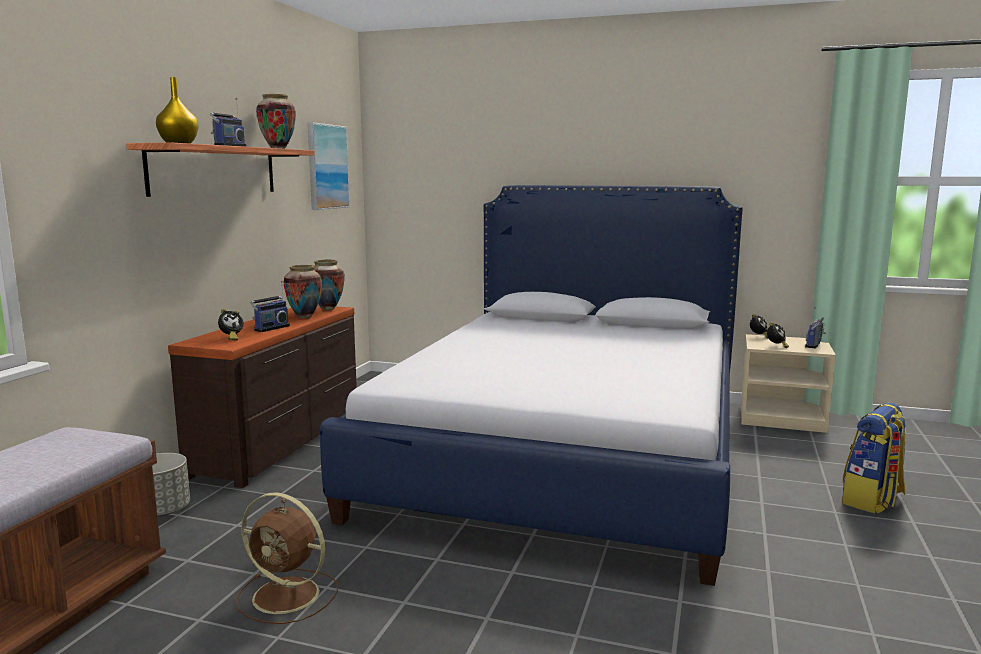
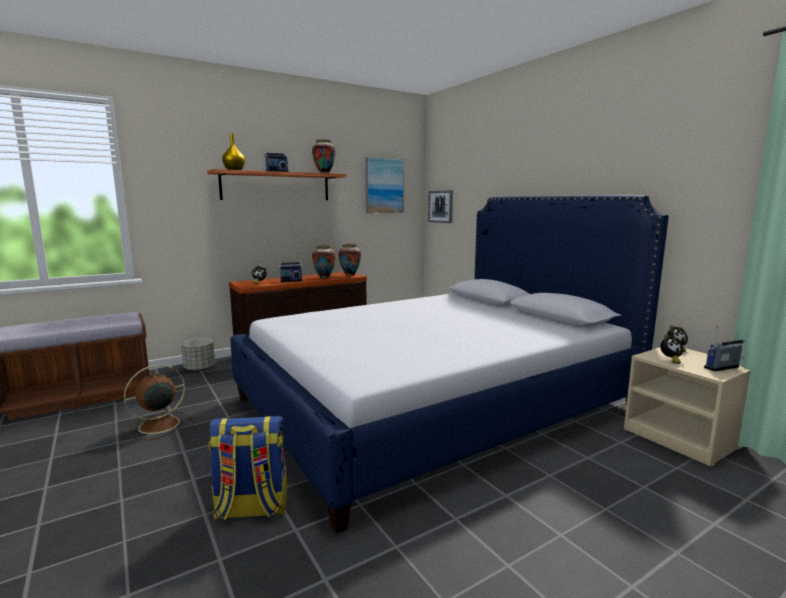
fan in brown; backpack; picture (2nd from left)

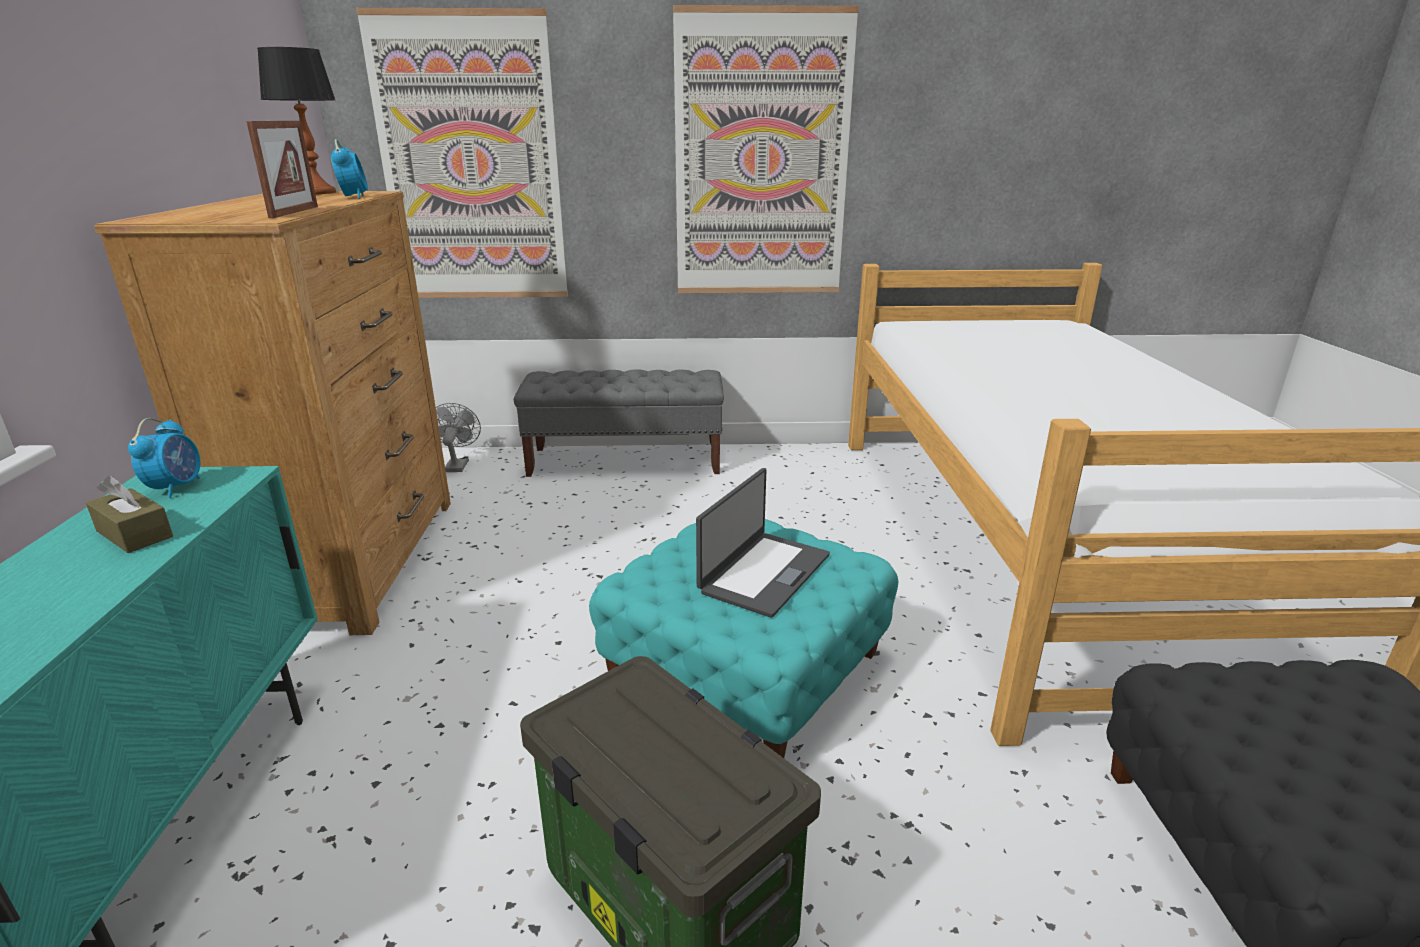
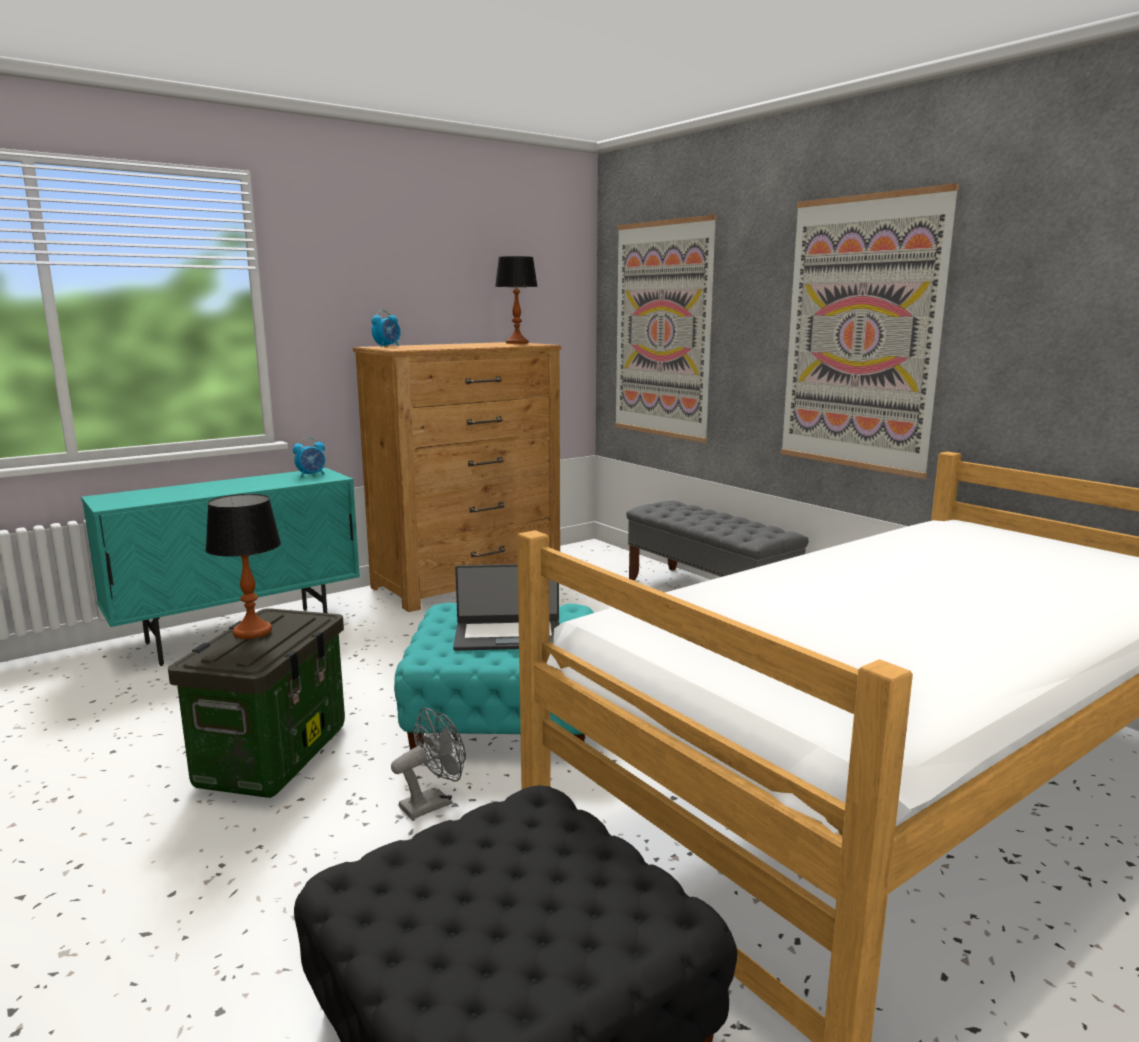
table lamp (1st from left); alarm clock (2nd from left); fan in grey; tissue box in brown; picture frame

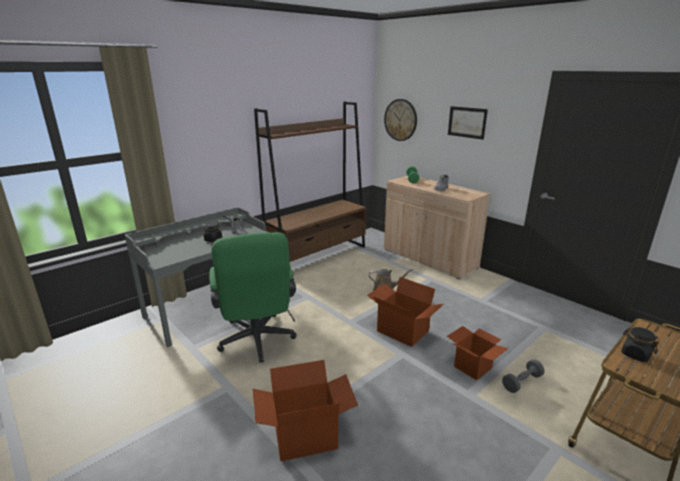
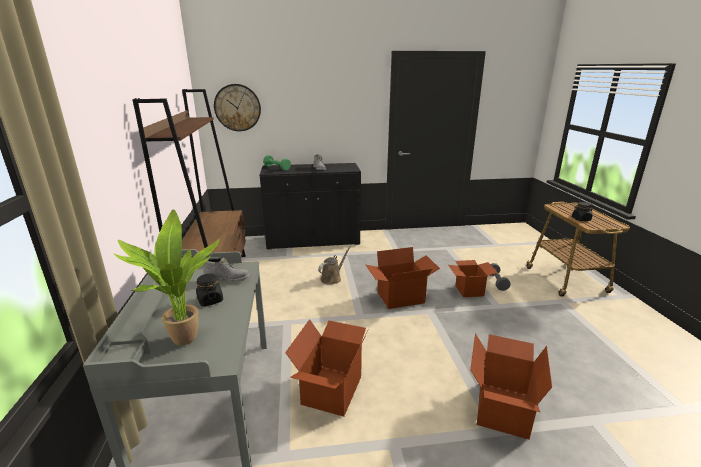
potted plant; cabinet in black; cardboard box (1st from left); picture

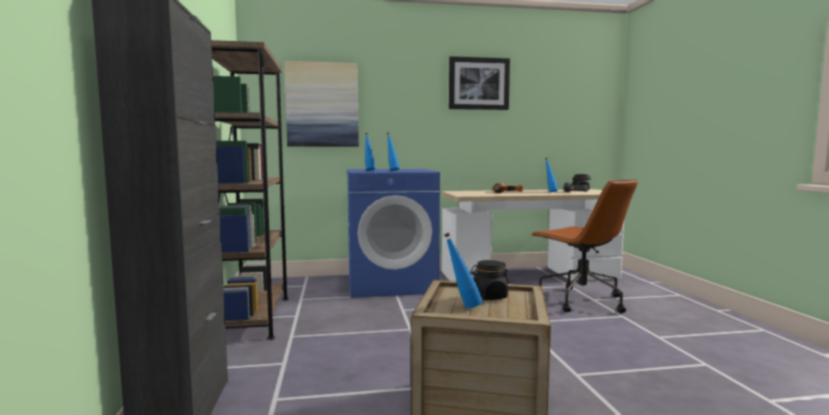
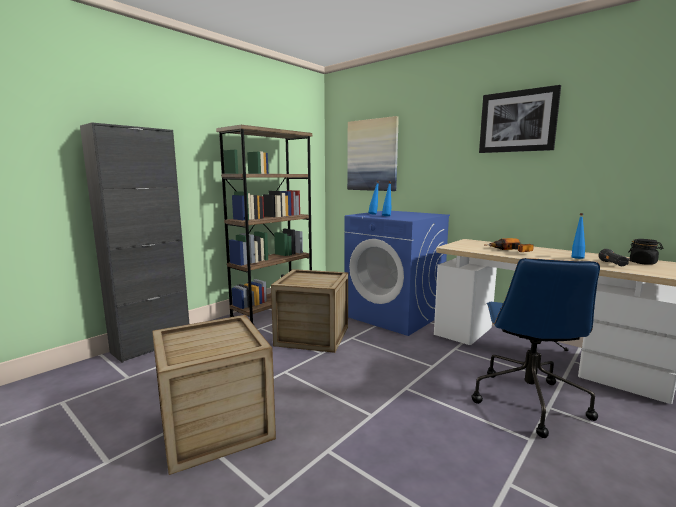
crate (2nd from left); office chair in blue; bottle in blue (3rd from left in the first image); jar in black (1st from left in the first image)

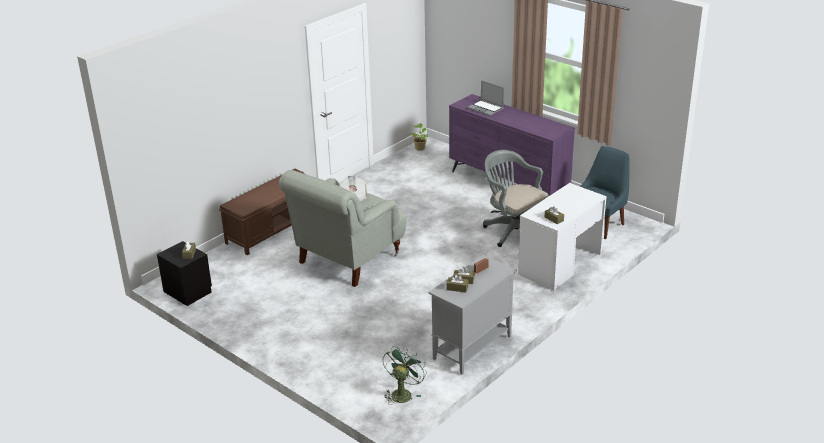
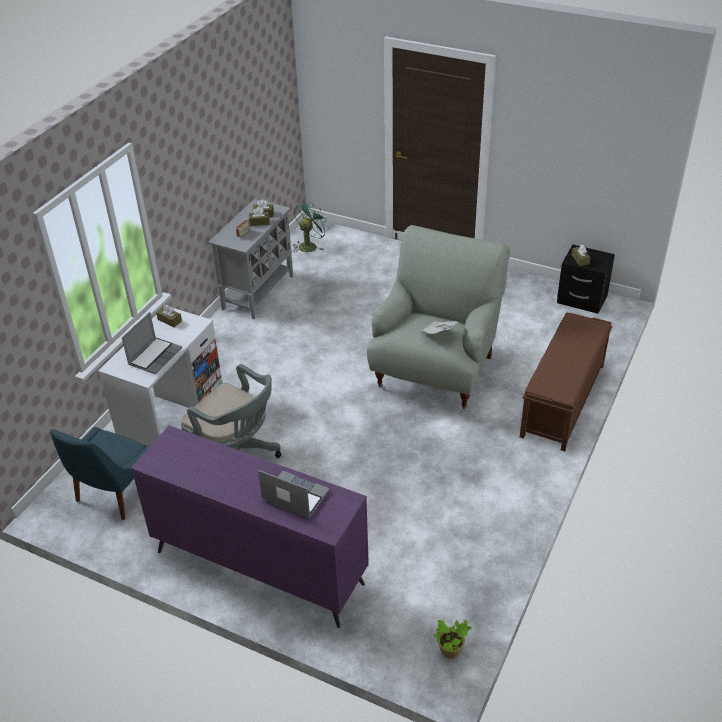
laptop (1st from left); fan in green

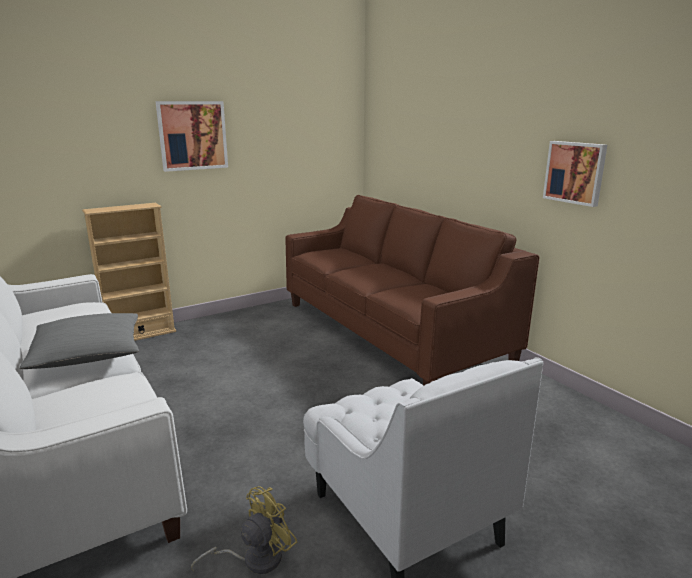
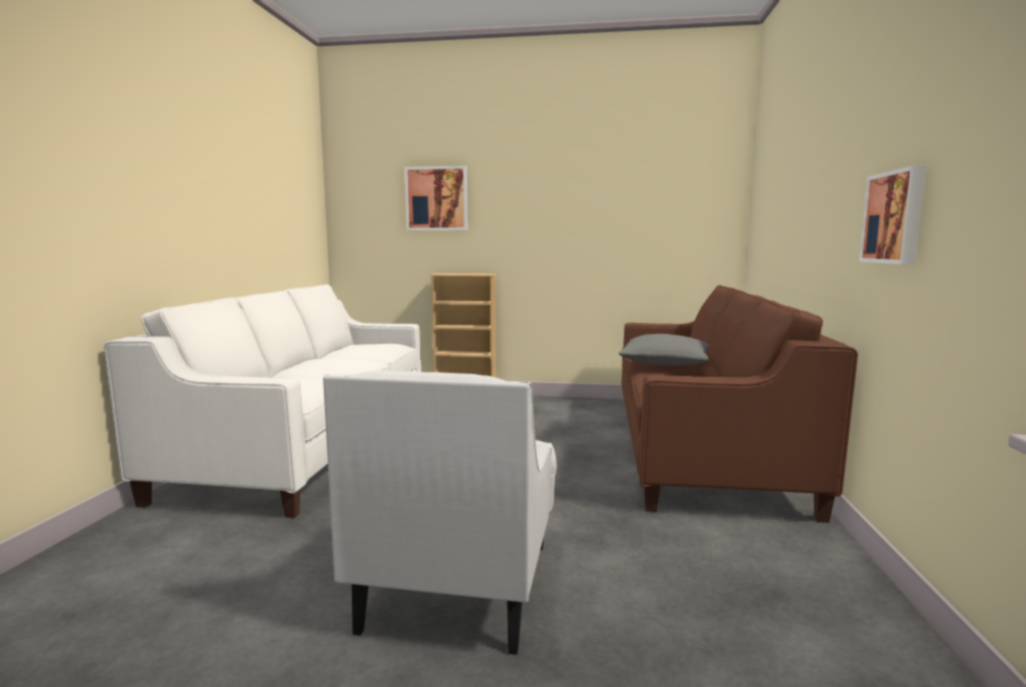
picture (1st from left); pillow in grey; fan in yellow

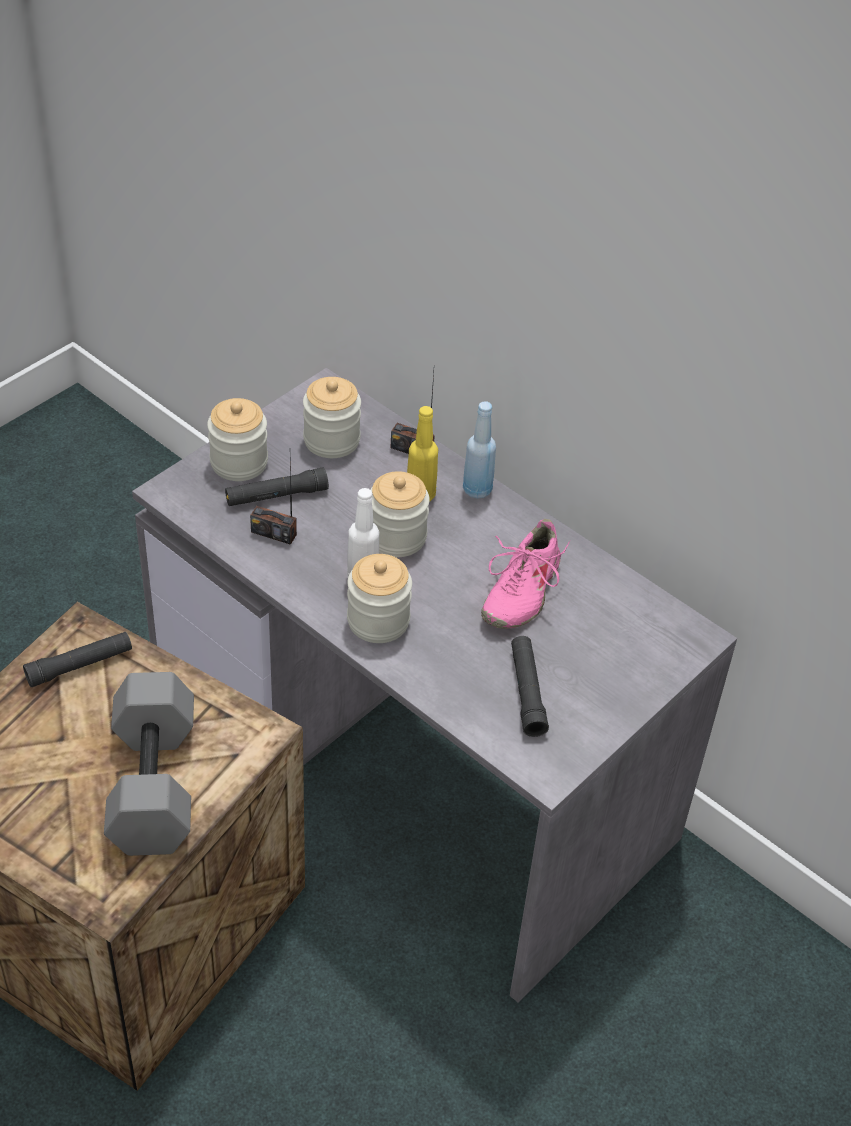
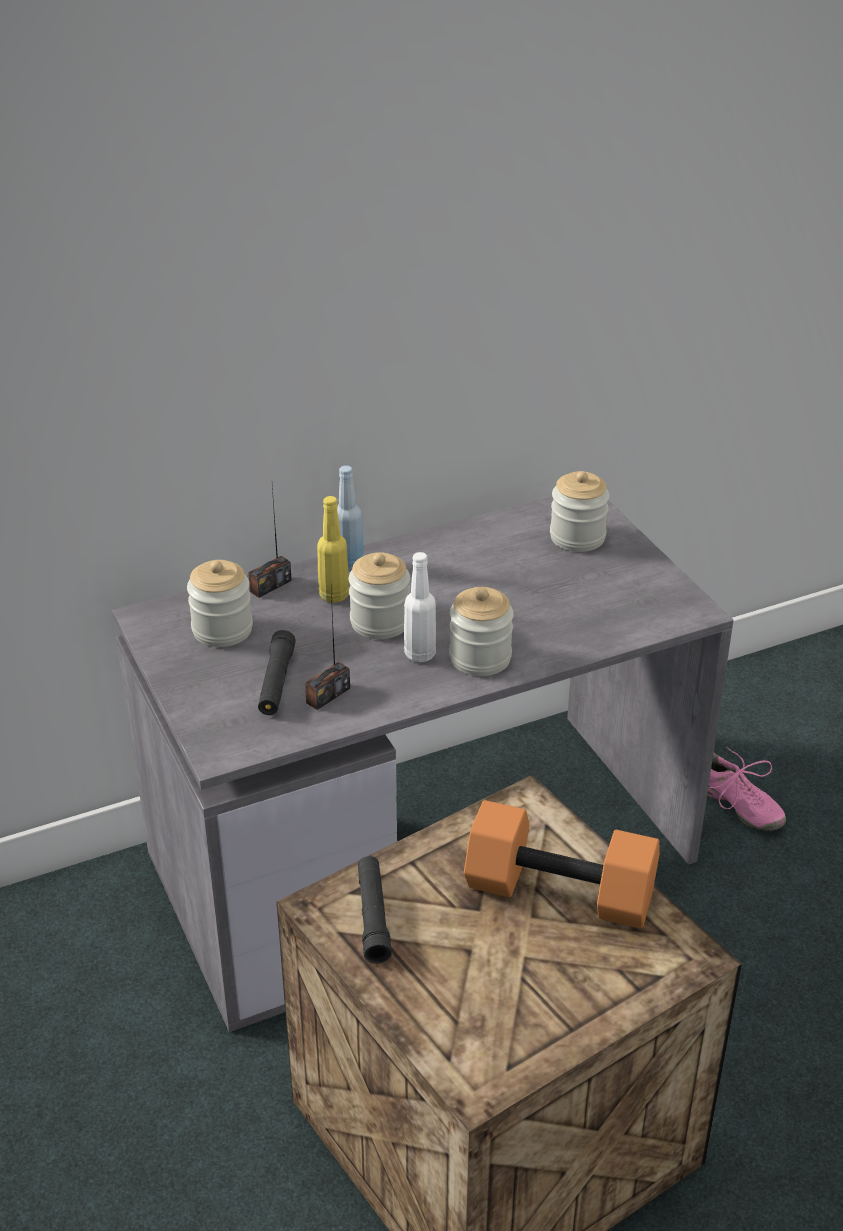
dumbbell in orange; jar (4th from left); shoe in pink; flashlight in black (3rd from left in the first image)

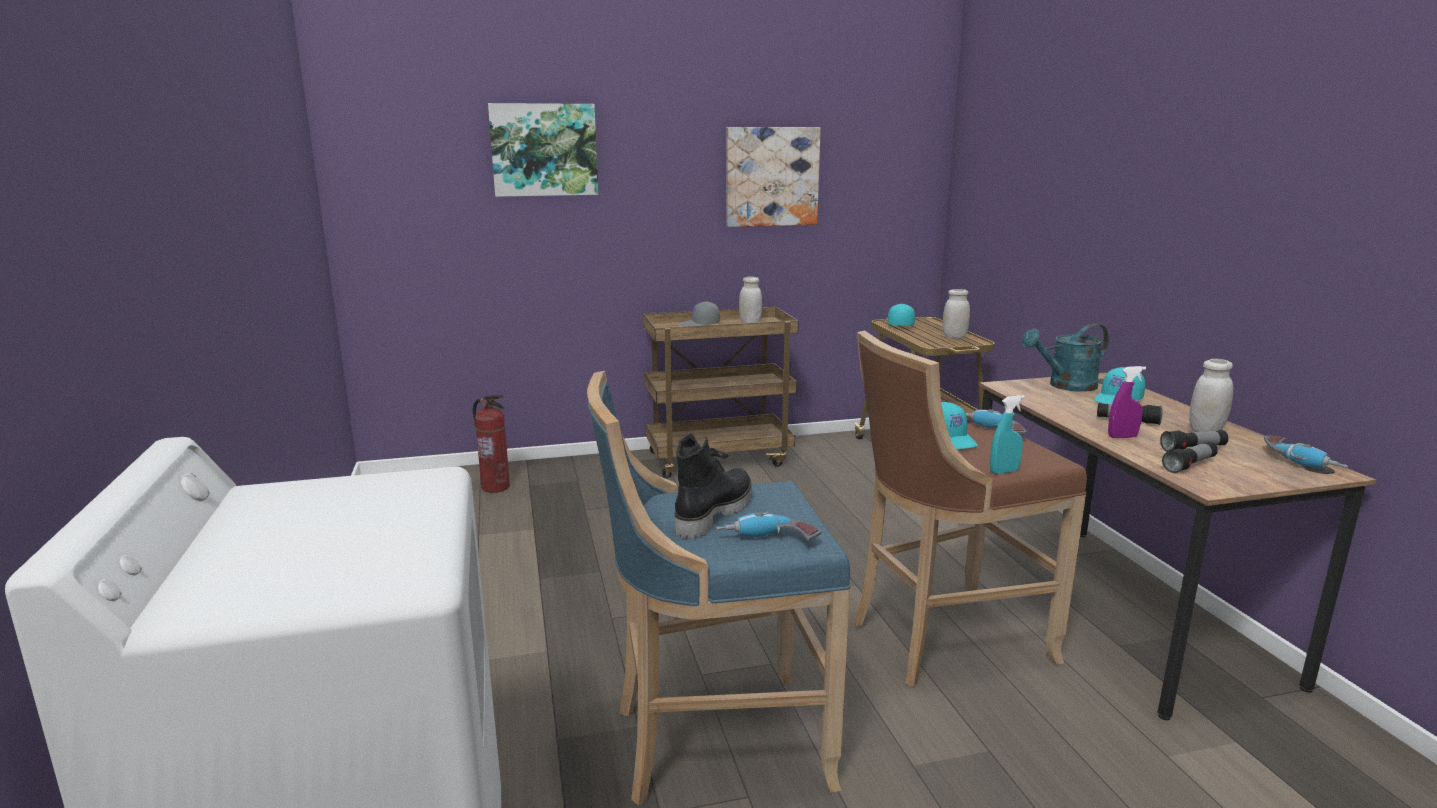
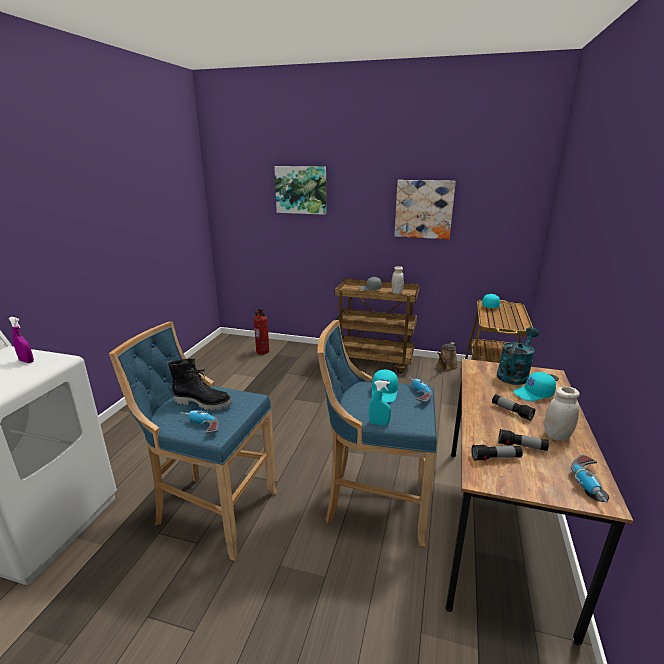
spray bottle in purple; boot in black; stool in blue (2nd from left); watering can in brown; watering can in turquoise; jar in white (2nd from left in the first image)

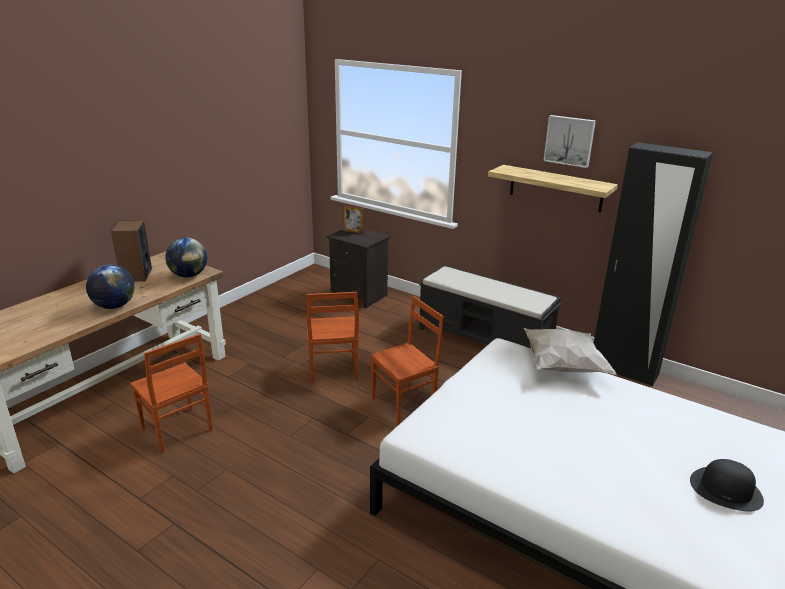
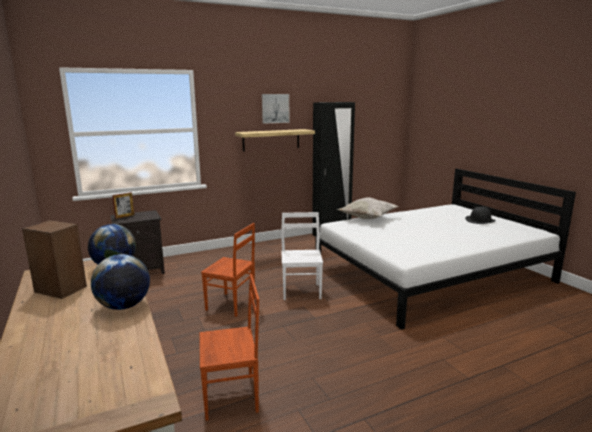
chair in white; bench in black

